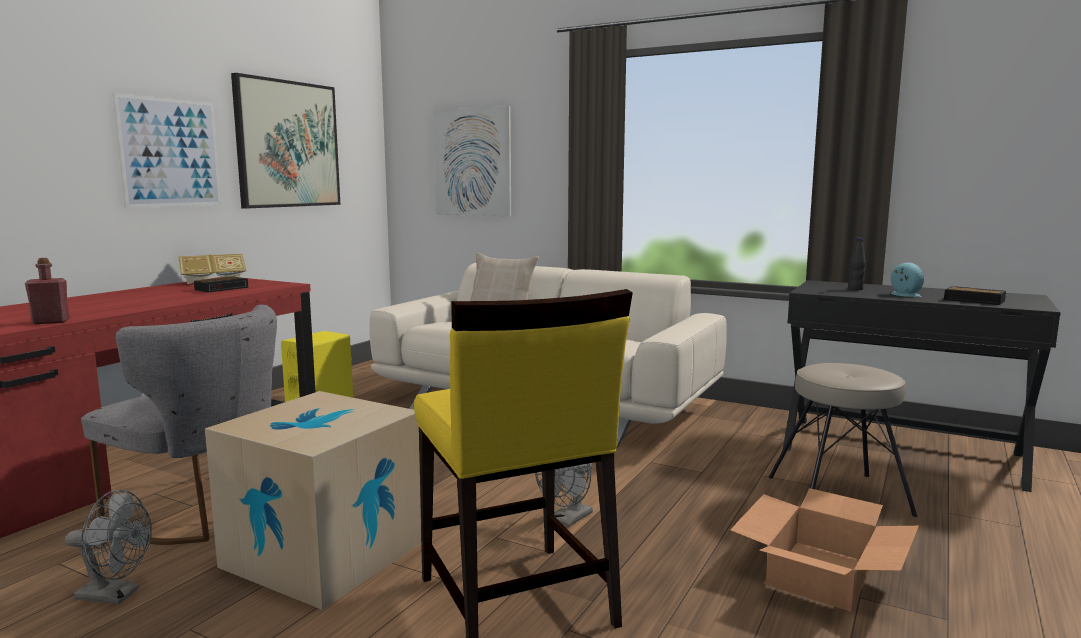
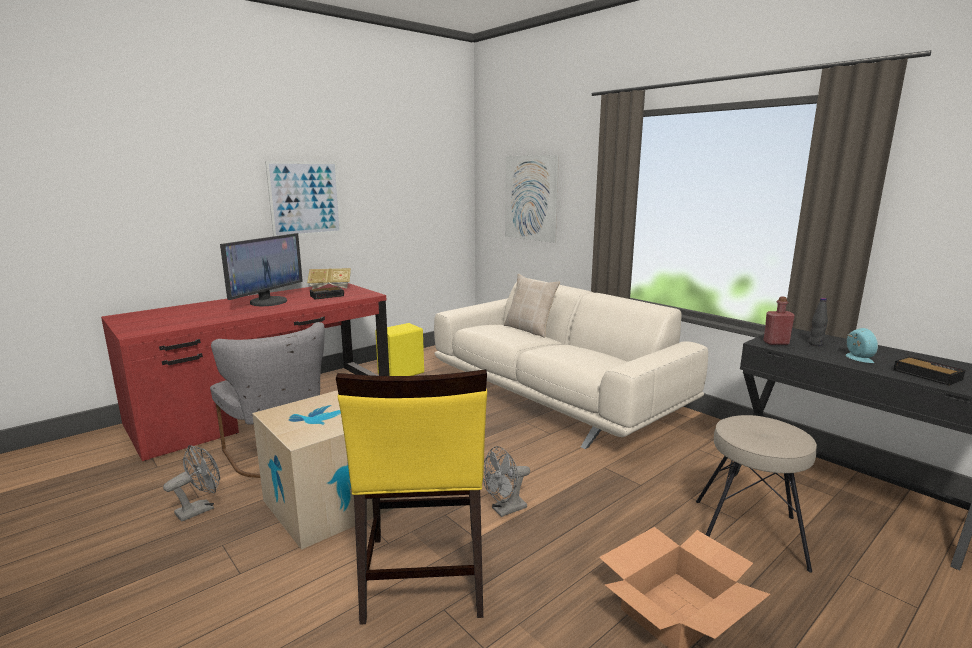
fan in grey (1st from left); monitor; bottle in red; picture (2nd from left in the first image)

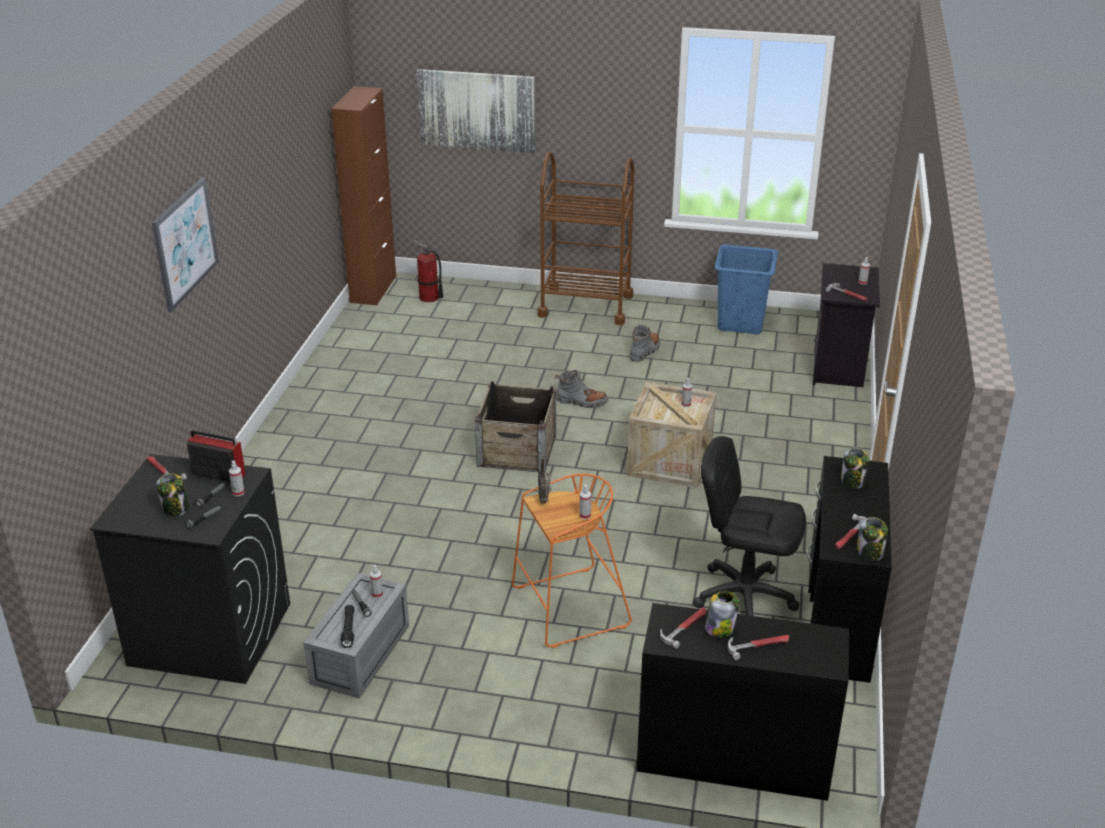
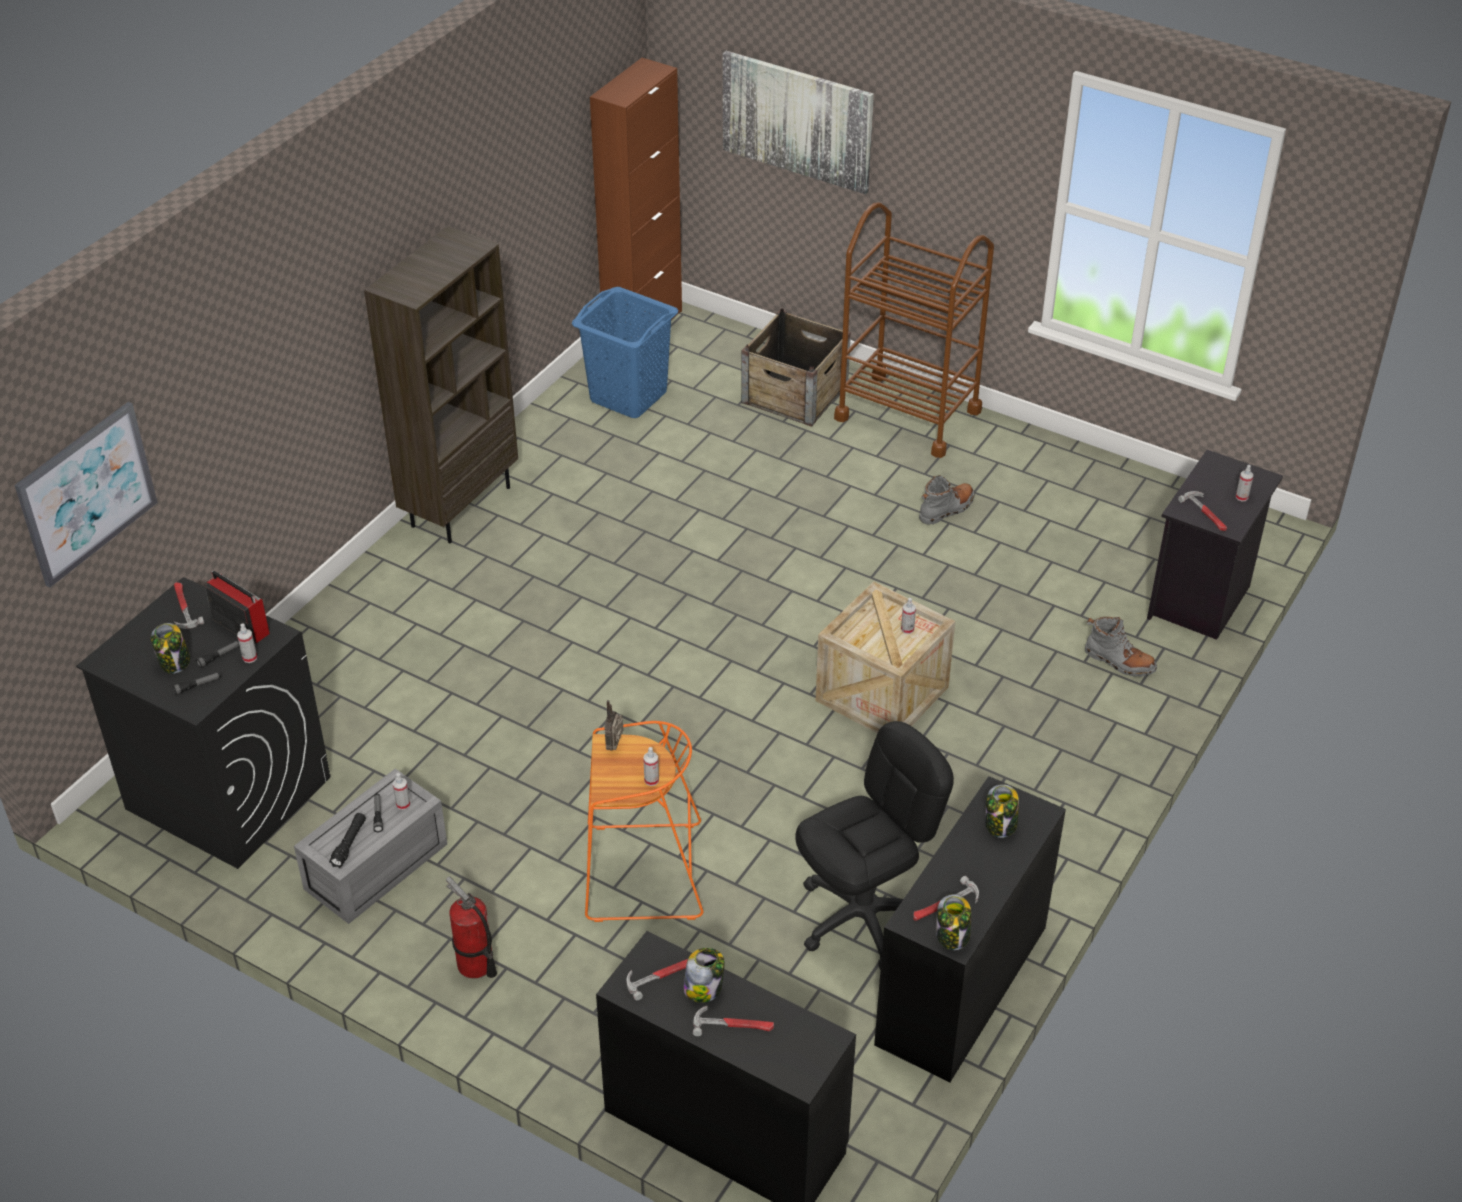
picture (1st from left); bookcase in brown; fire extinguisher; laundry basket in blue; crate (1st from left); office chair in black; boot in grey (2nd from left)

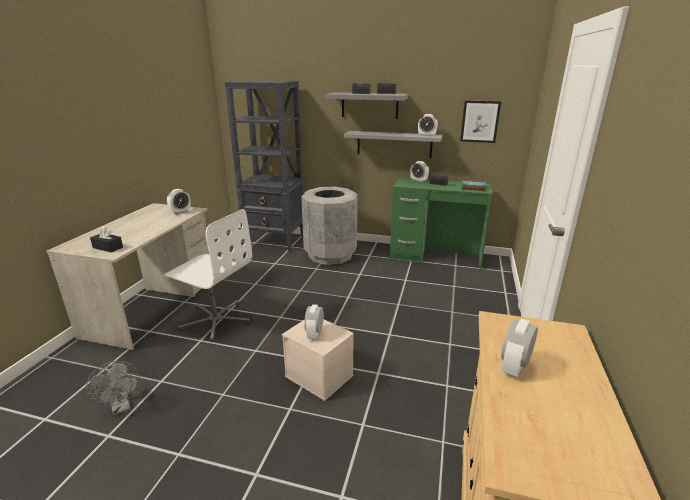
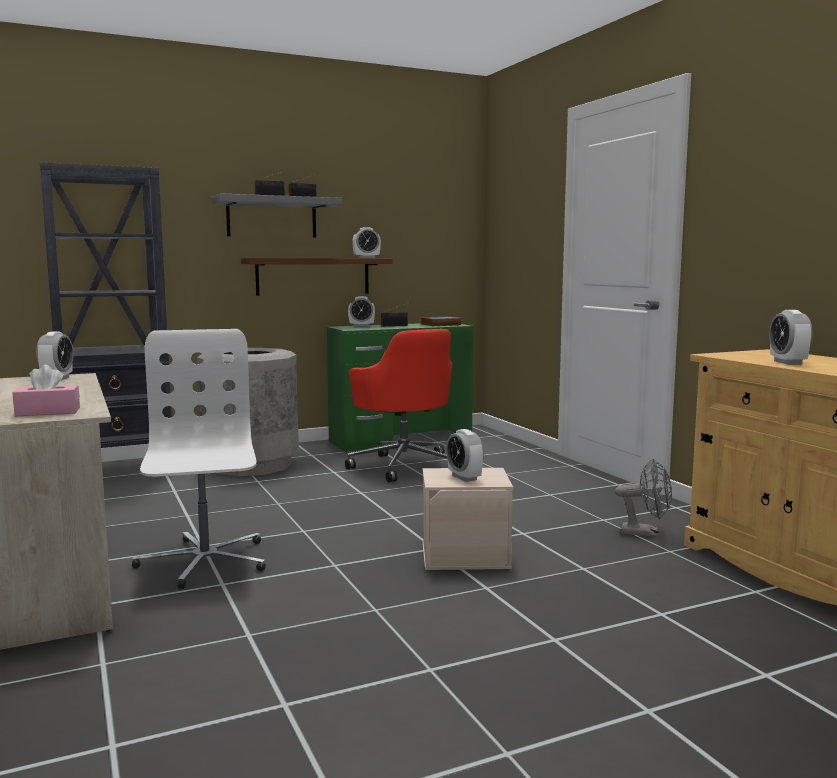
tissue box in pink; office chair in white; shelf in brown; office chair in red; fan in grey; picture

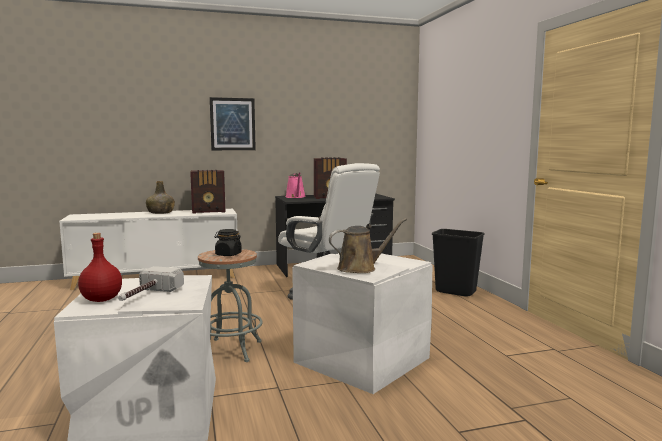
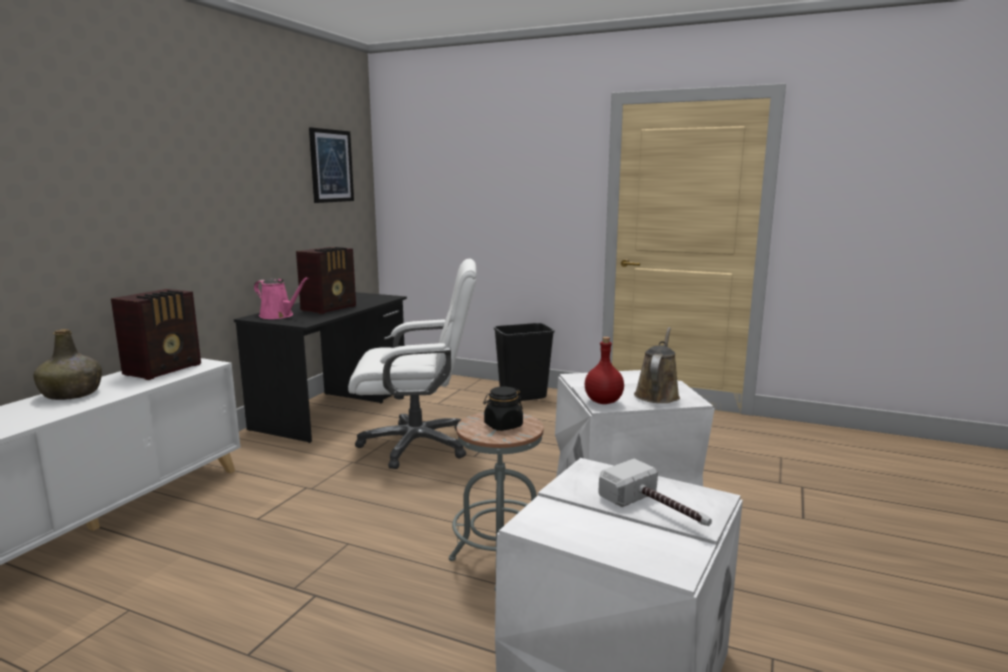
picture; bottle in red

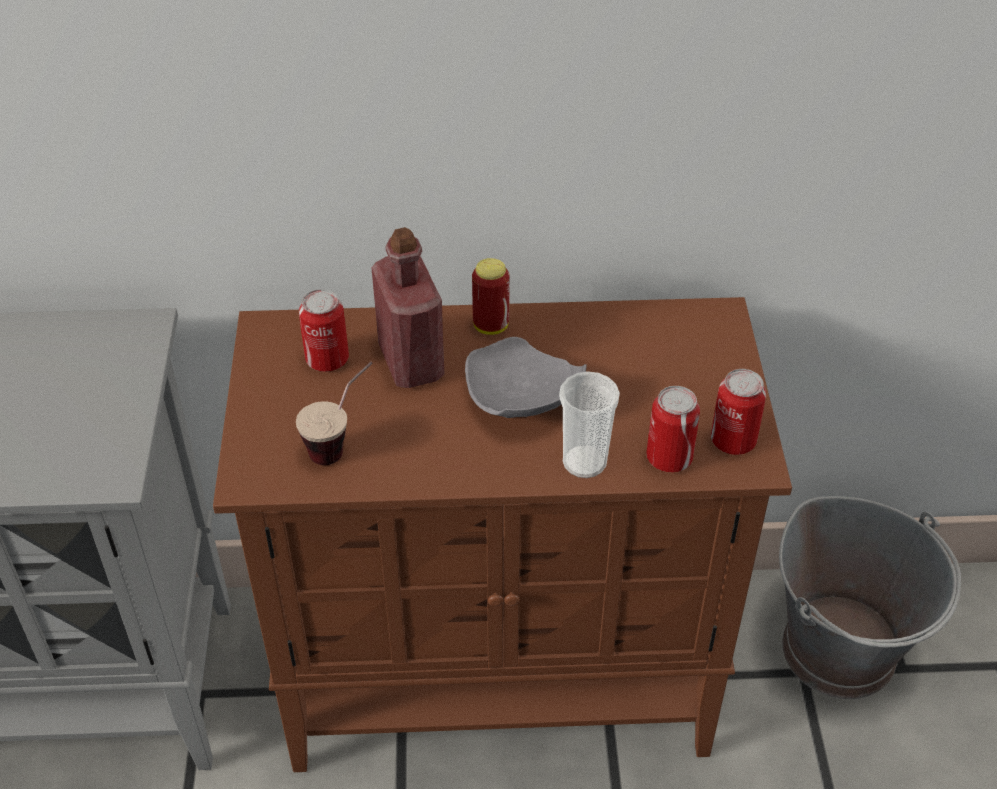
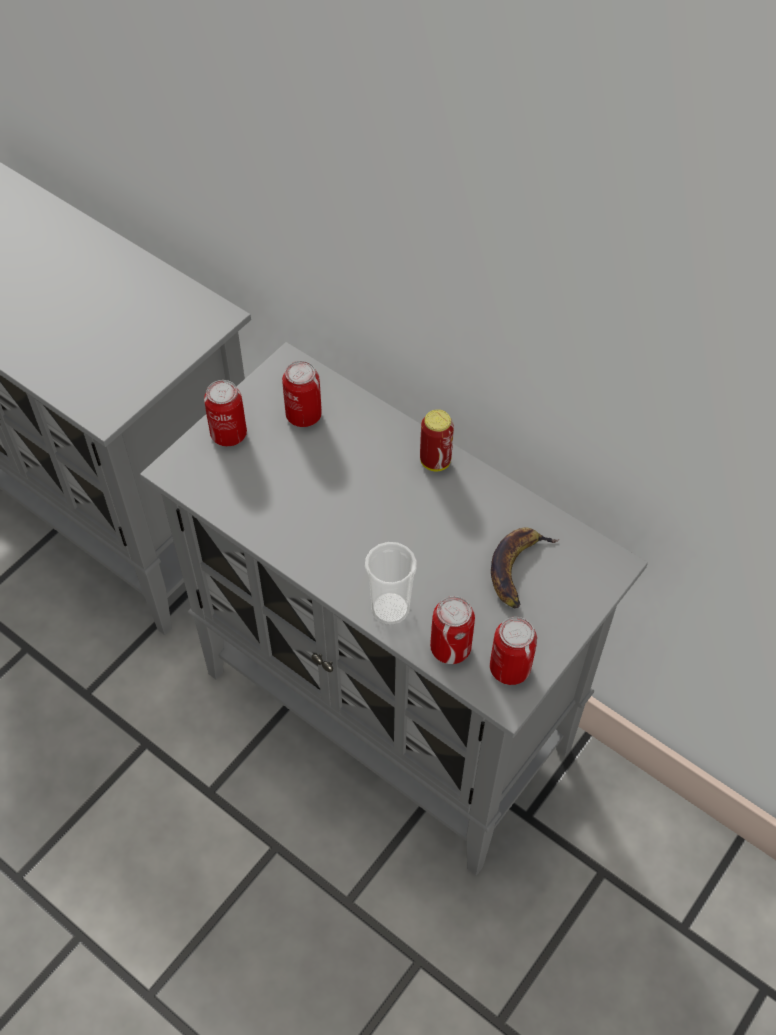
cabinet in grey (2nd from left); can (1st from left); banana; cup (1st from left in the first image); bottle in red; plate in grey; bucket in grey

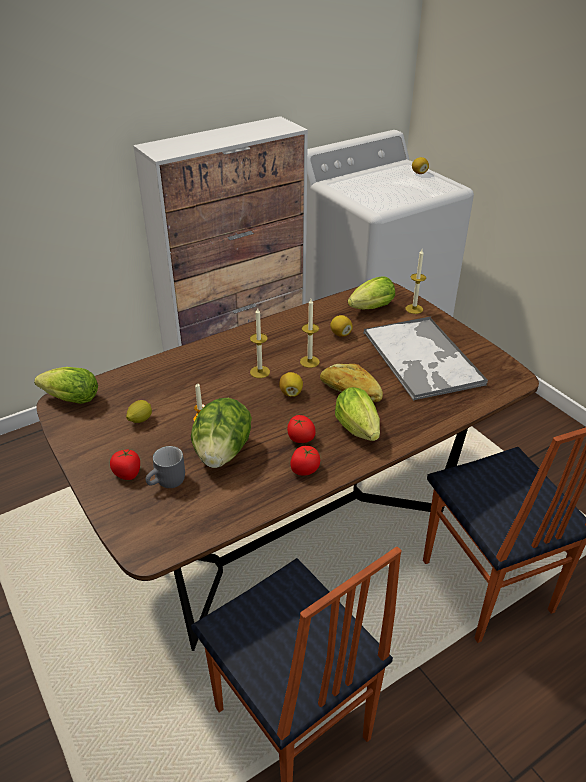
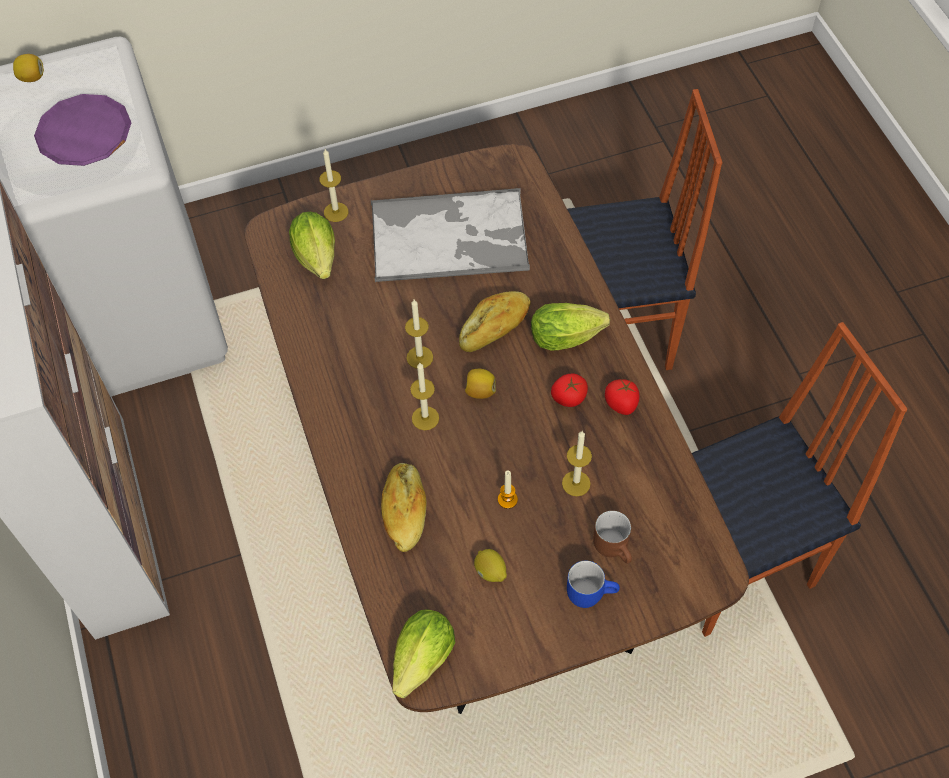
plate in purple; bread (1st from left); candle (5th from left); mug in blue; mug in brown; lemon (3rd from left in the first image)

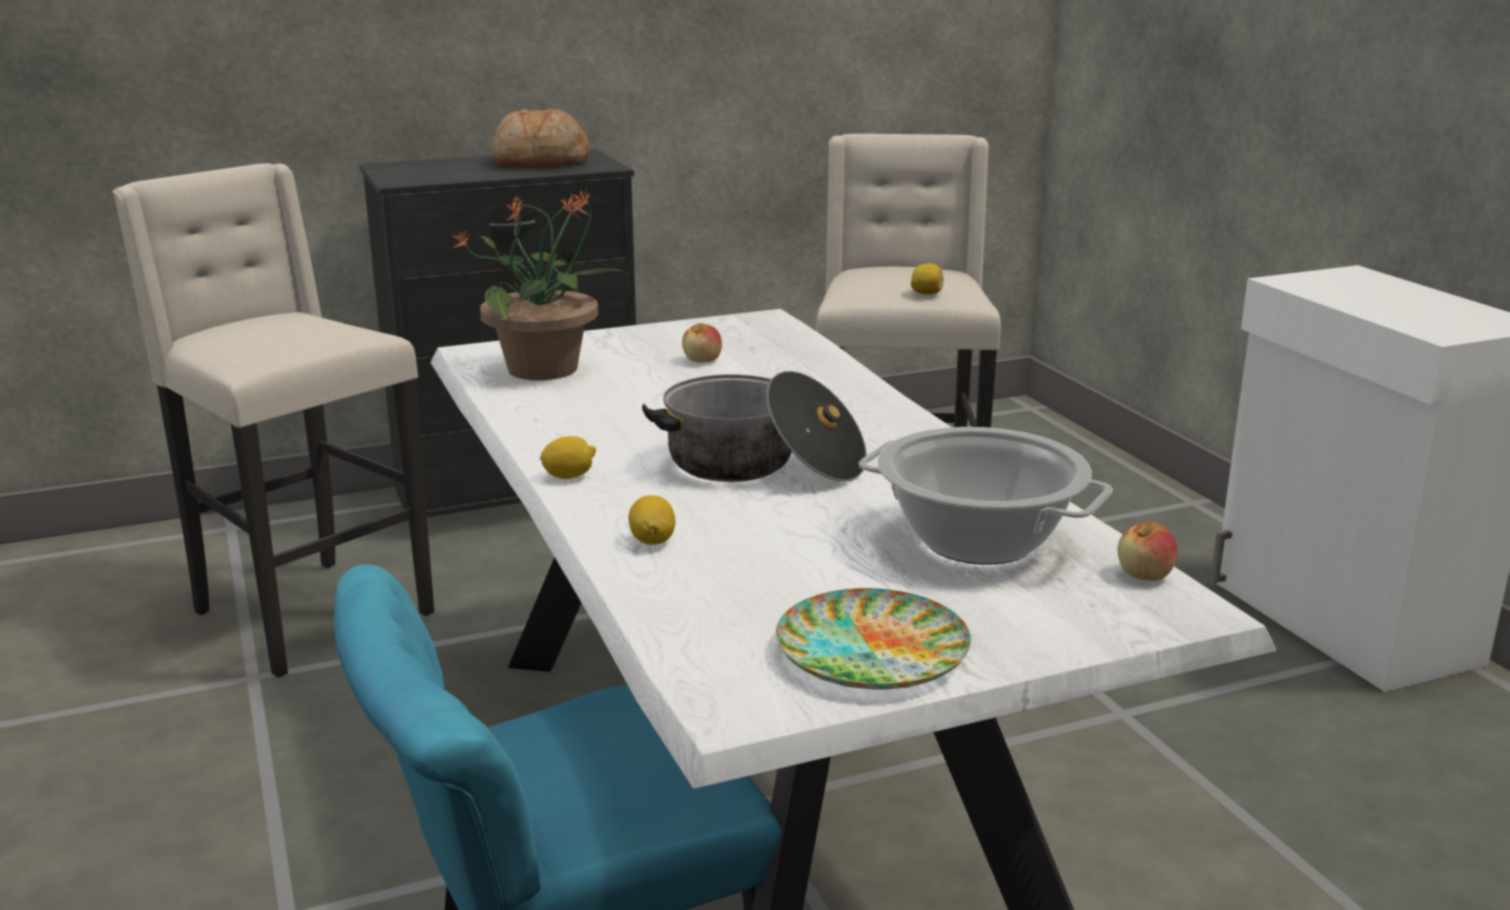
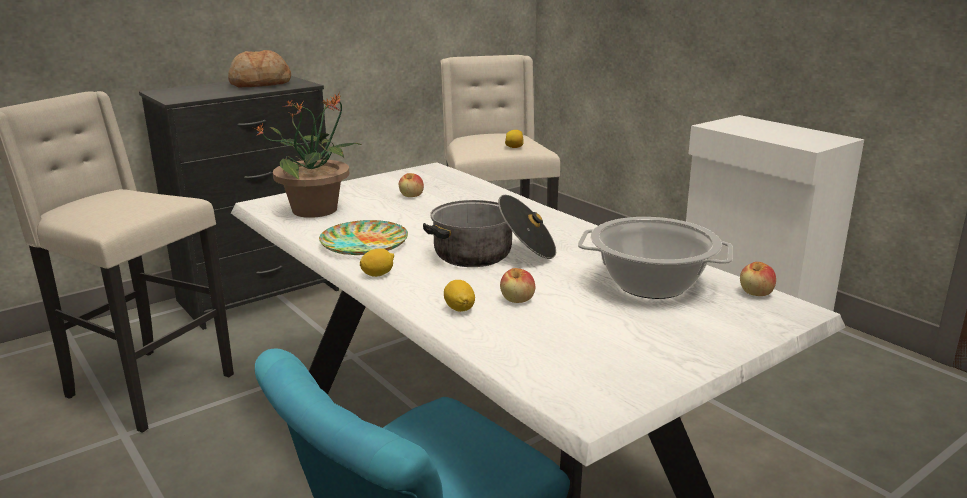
plate; apple (2nd from left)

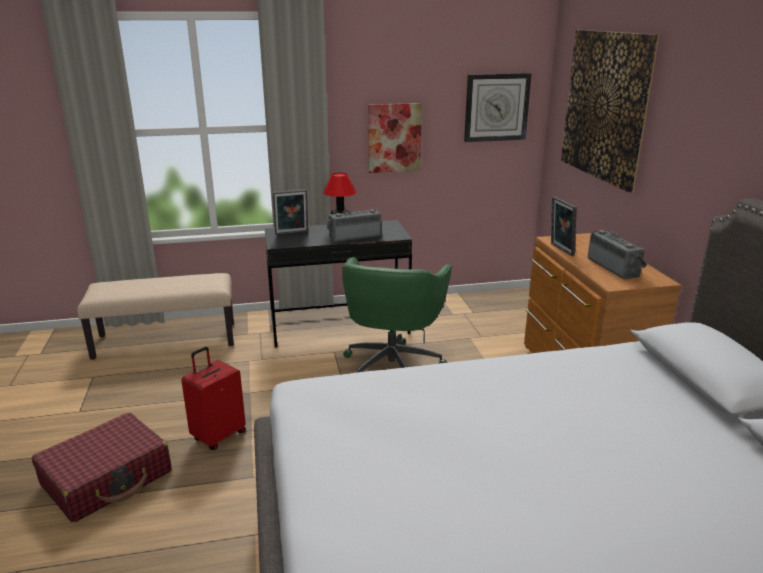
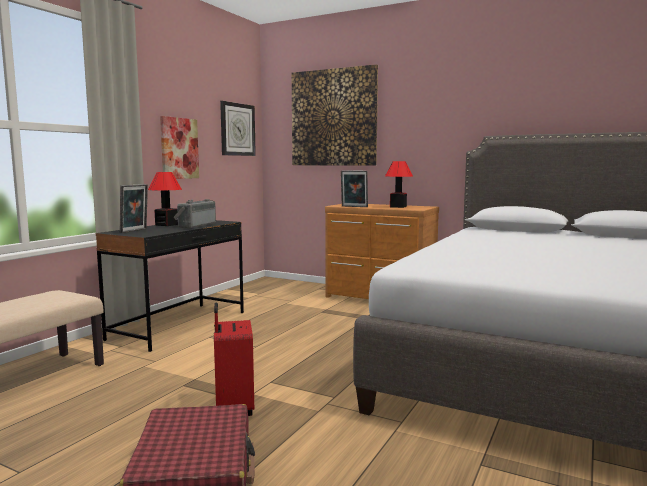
table lamp (2nd from left); office chair in green

